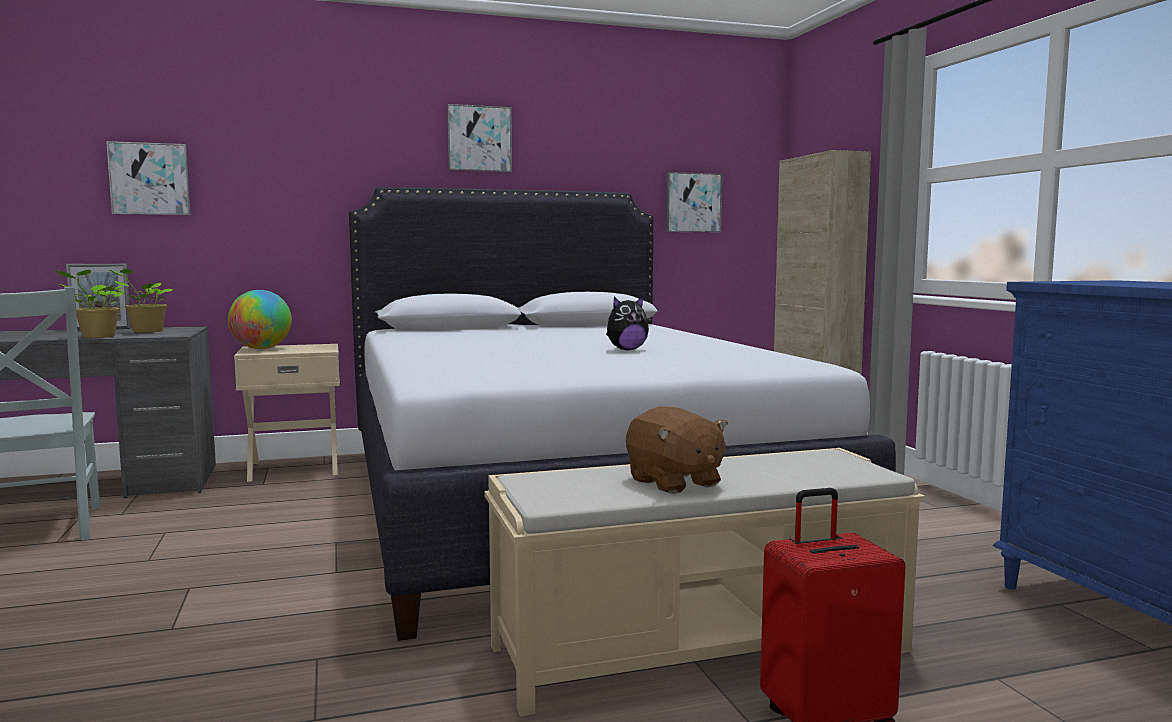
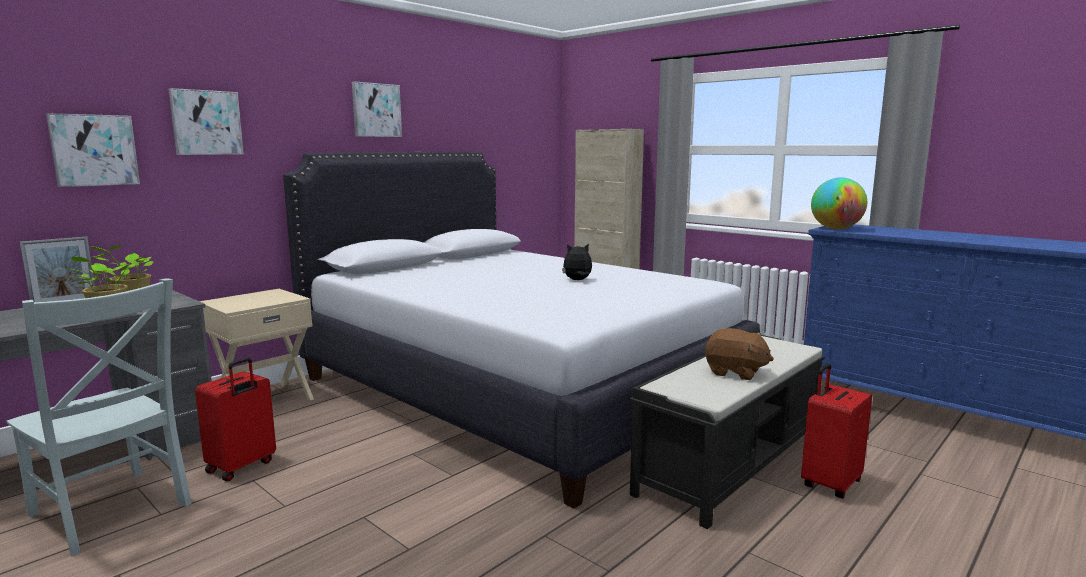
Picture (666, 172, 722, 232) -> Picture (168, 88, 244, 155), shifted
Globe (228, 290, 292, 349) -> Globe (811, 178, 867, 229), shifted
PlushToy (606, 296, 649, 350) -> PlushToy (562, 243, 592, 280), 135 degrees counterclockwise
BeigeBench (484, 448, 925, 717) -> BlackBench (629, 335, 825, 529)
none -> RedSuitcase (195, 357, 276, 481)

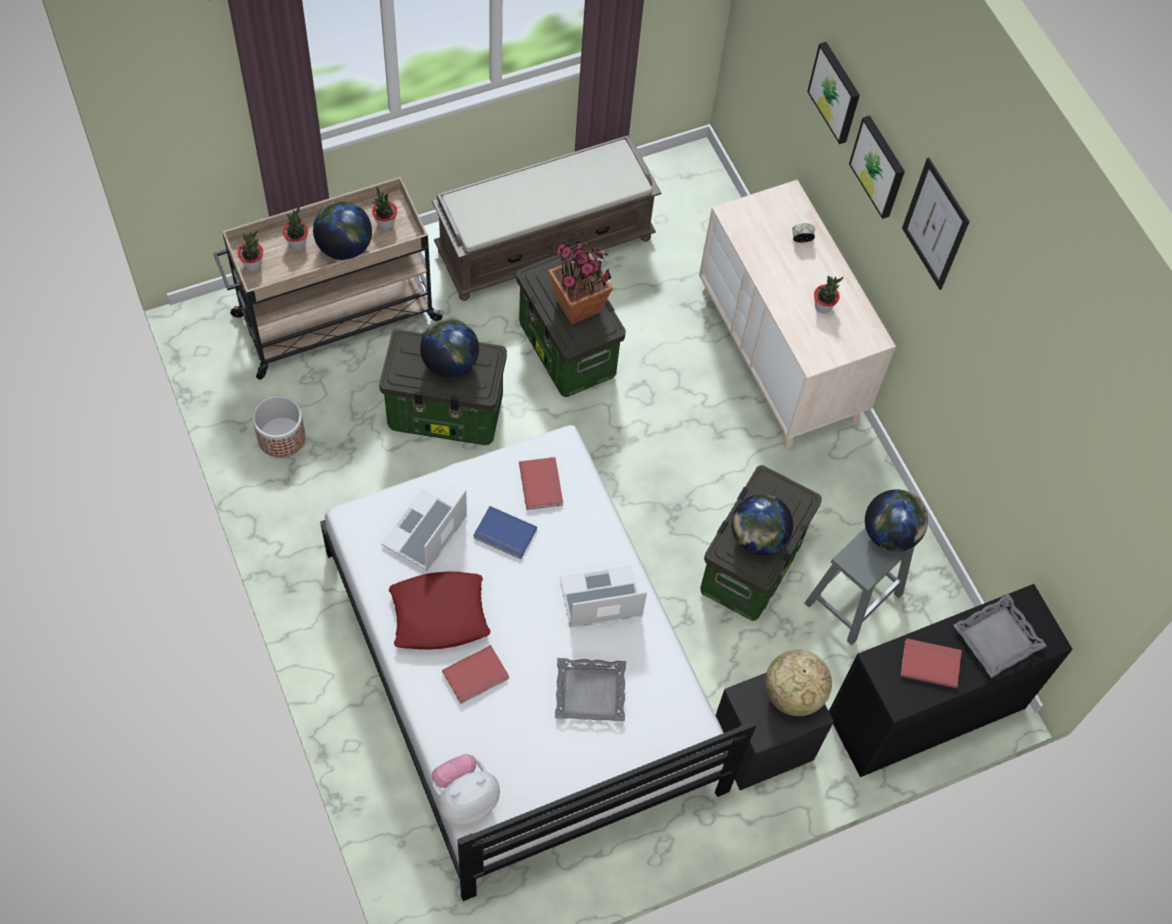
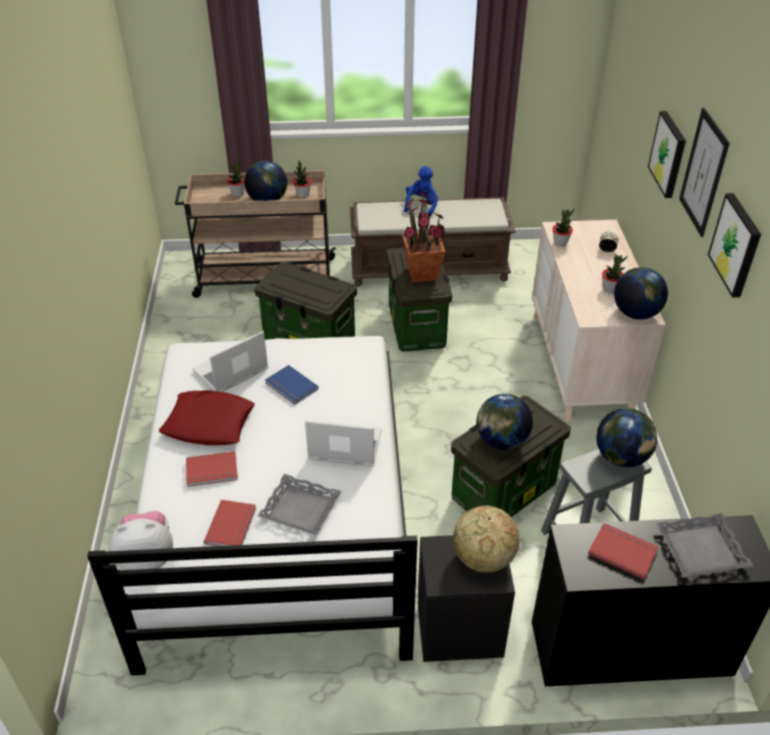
Picture (807, 42, 860, 144) -> Picture (708, 193, 761, 298), shifted
PottedPlant (237, 230, 263, 271) -> PottedPlant (552, 209, 574, 247), shifted
Globe (420, 319, 479, 378) -> Globe (614, 267, 668, 320), shifted
Planter (253, 395, 305, 458) -> none
RedBook (519, 457, 563, 510) -> RedBook (204, 500, 256, 546), shifted
none -> BluePlushToy (404, 166, 438, 217)

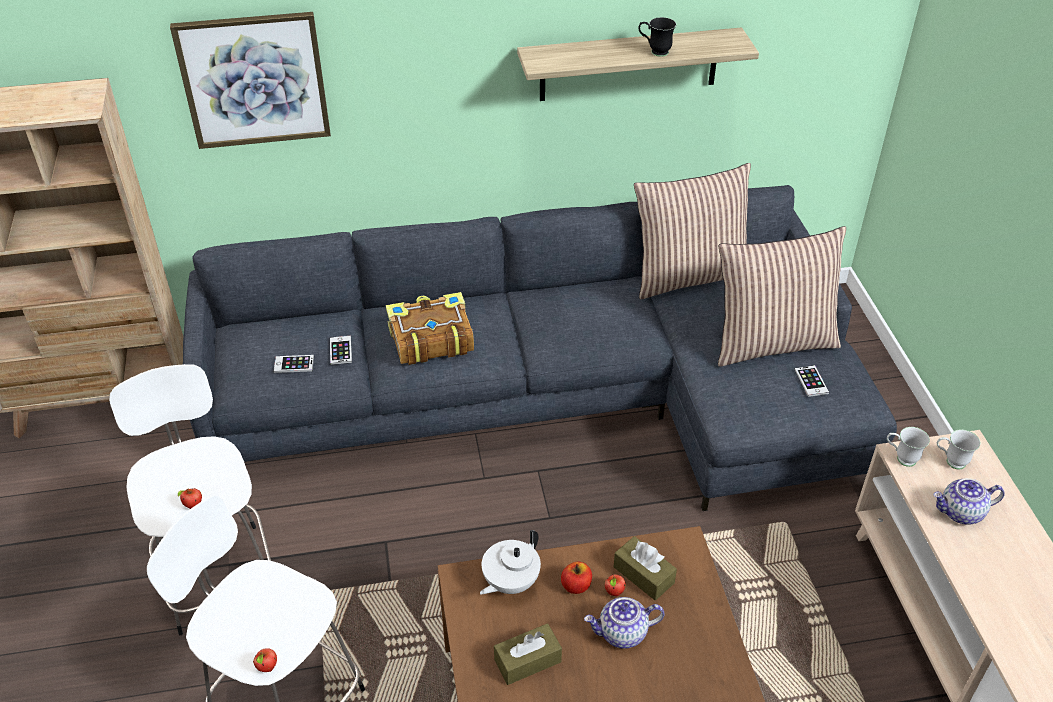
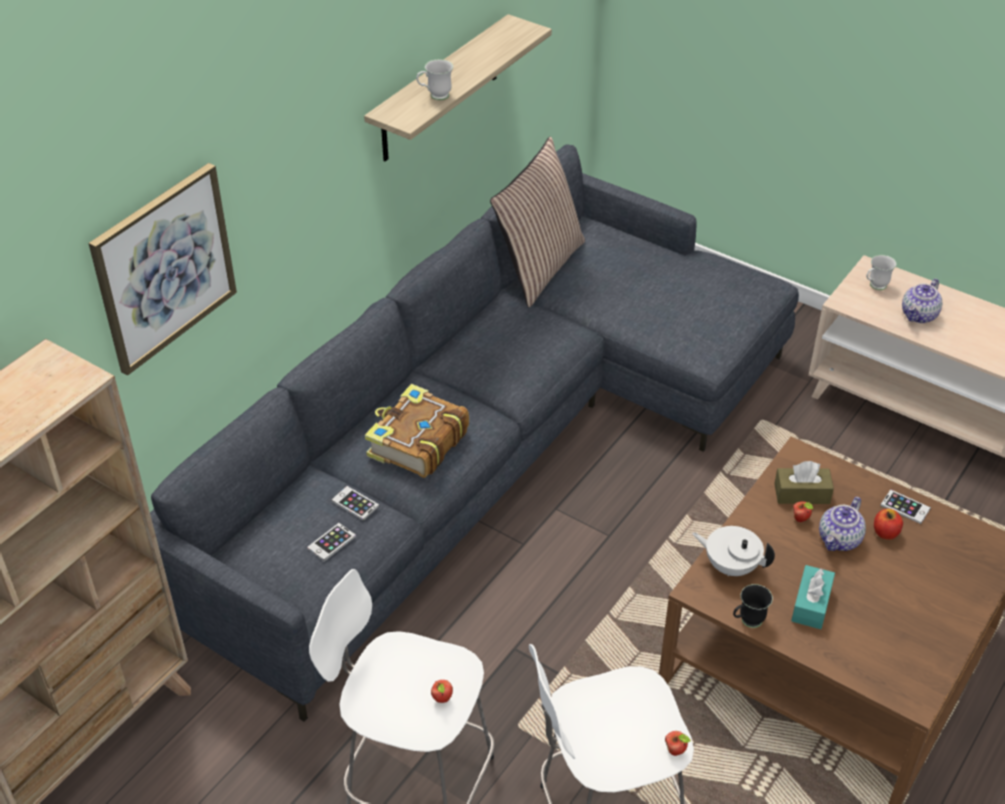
BlackMug (638, 17, 676, 57) -> BlackMug (733, 584, 773, 628), shifted
Pillow (718, 226, 846, 367) -> none
Phone (794, 365, 829, 397) -> Phone (880, 489, 931, 524), shifted
WhiteMug (887, 427, 930, 467) -> WhiteMug (416, 59, 453, 100), shifted
WhiteTeapot (480, 530, 541, 595) -> WhiteTeapot (692, 526, 775, 576), 120 degrees clockwise
Apple (561, 562, 592, 594) -> Apple (874, 509, 903, 540), shifted
BrownTissueBox (494, 623, 562, 685) -> TurquoiseTissueBox (791, 565, 835, 629)

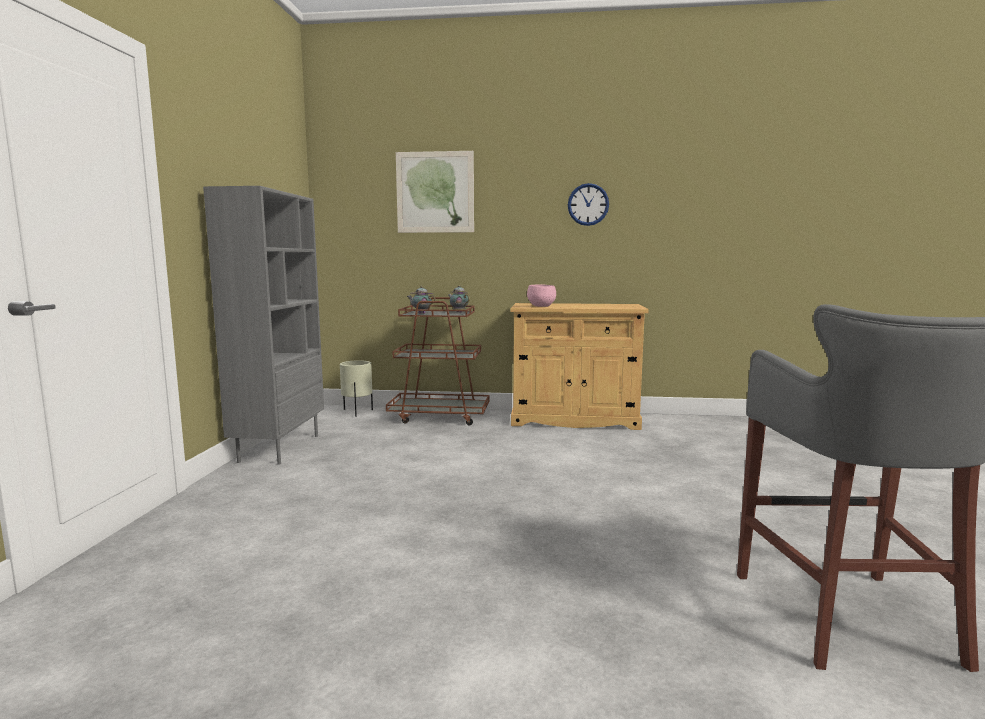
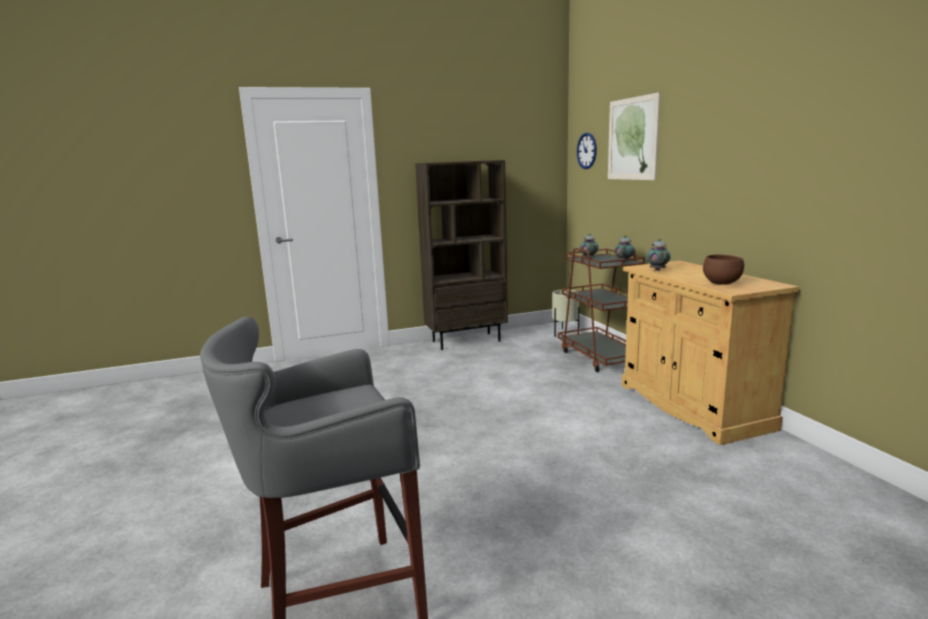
WallClock (568, 183, 609, 226) -> WallClock (577, 133, 597, 169), shifted
GreyBookcase (203, 186, 324, 465) -> BrownBookcase (415, 160, 508, 350)
PinkBowl (527, 285, 556, 307) -> Teapot (646, 239, 671, 271)
none -> BrownBowl (703, 254, 744, 285)

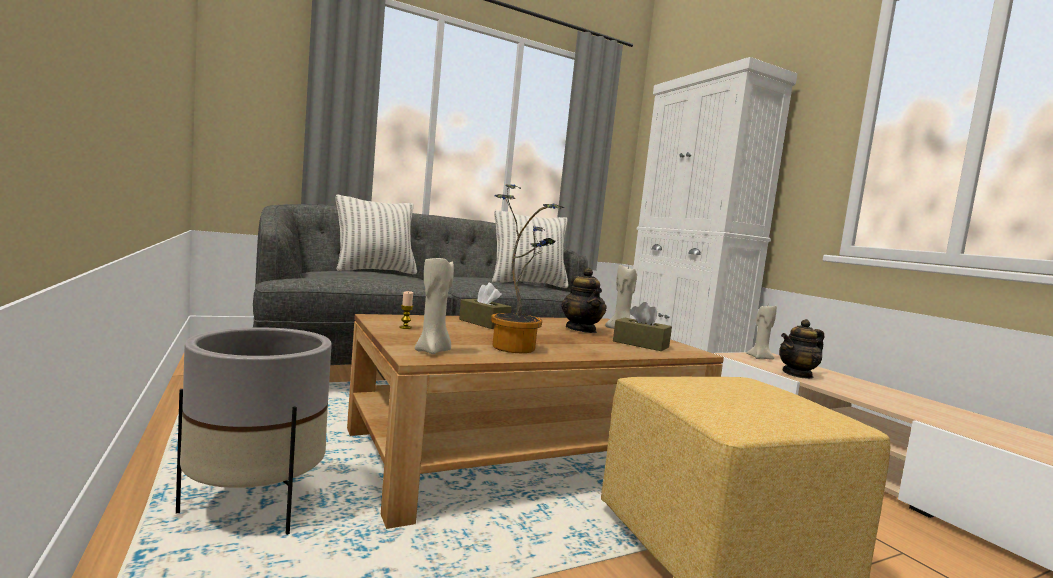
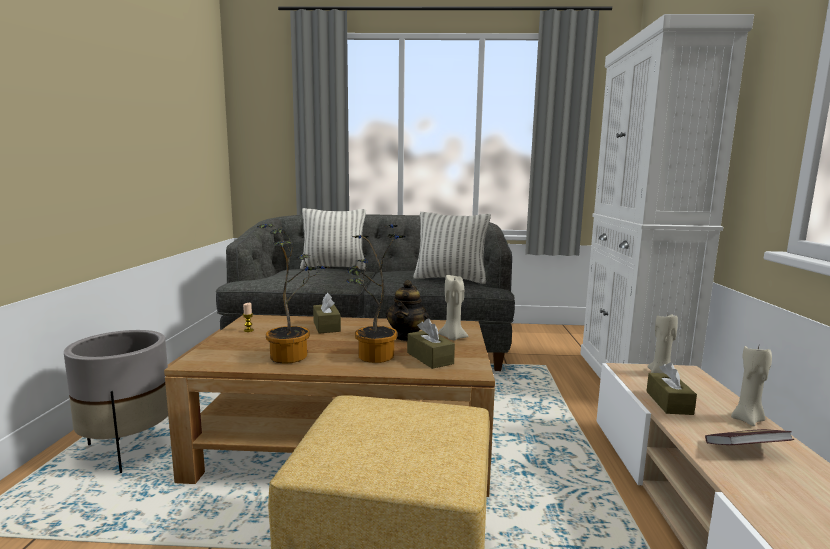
BeigeCandle (415, 258, 454, 354) -> BeigeCandle (731, 346, 772, 426), shifted
Teapot (779, 319, 824, 379) -> BrownTissueBox (646, 362, 697, 415)
none -> PottedPlant (346, 225, 405, 363)
none -> Book (705, 429, 794, 445)

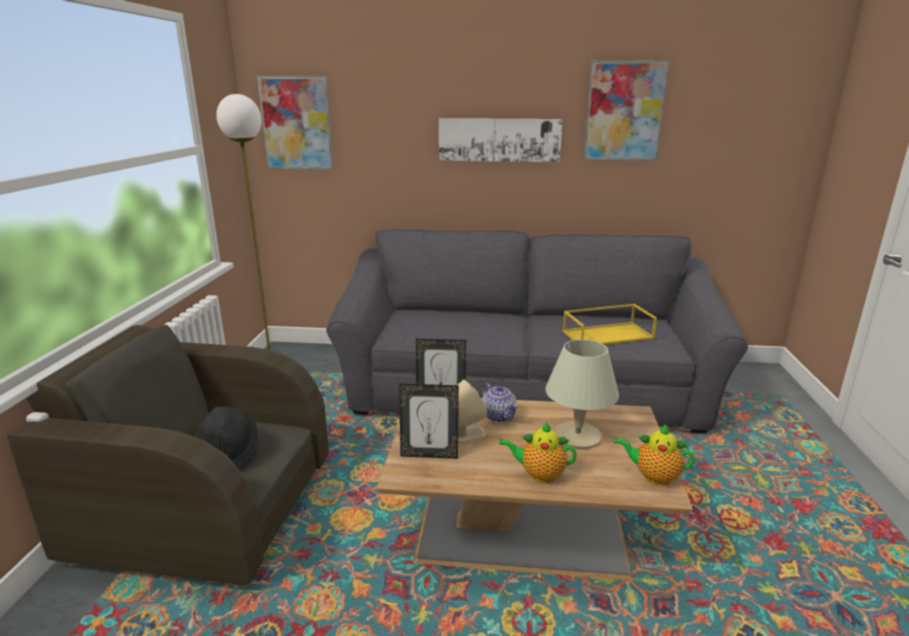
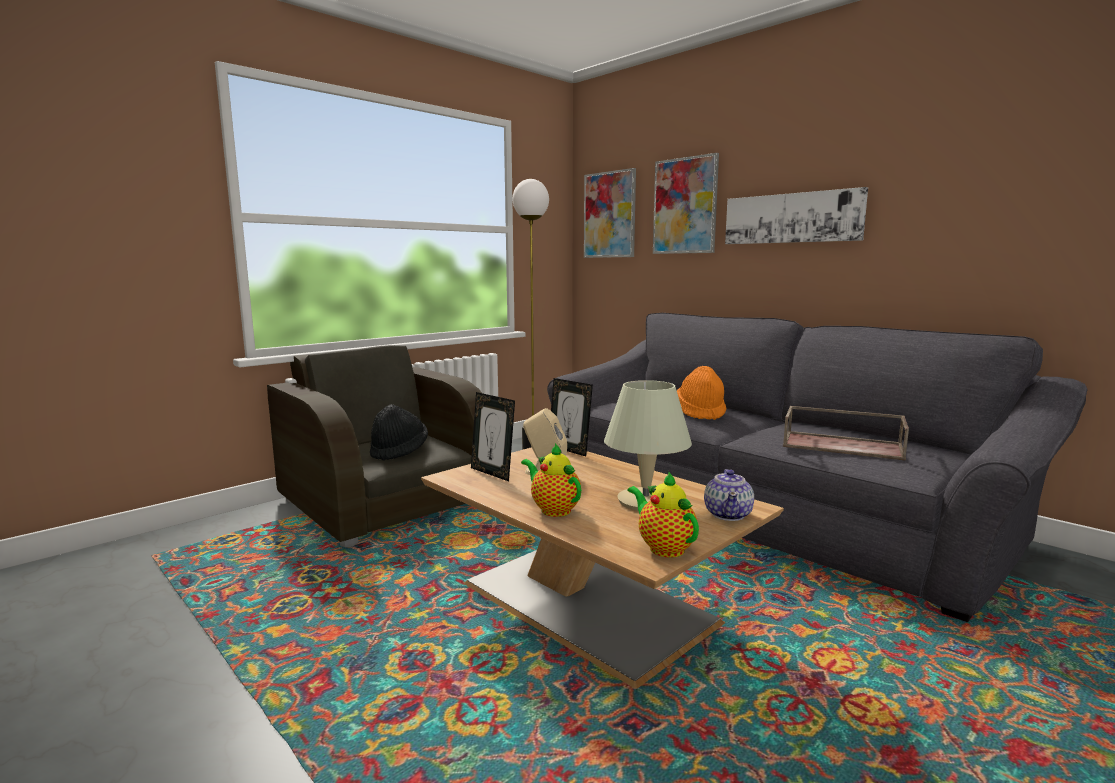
Picture (584, 60, 669, 161) -> Picture (653, 153, 719, 254), shifted
YellowTray (562, 304, 657, 345) -> BrownTray (783, 406, 909, 461)
Teapot (482, 383, 517, 422) -> Teapot (704, 469, 754, 521), shifted
none -> OrangeHat (677, 366, 726, 420)

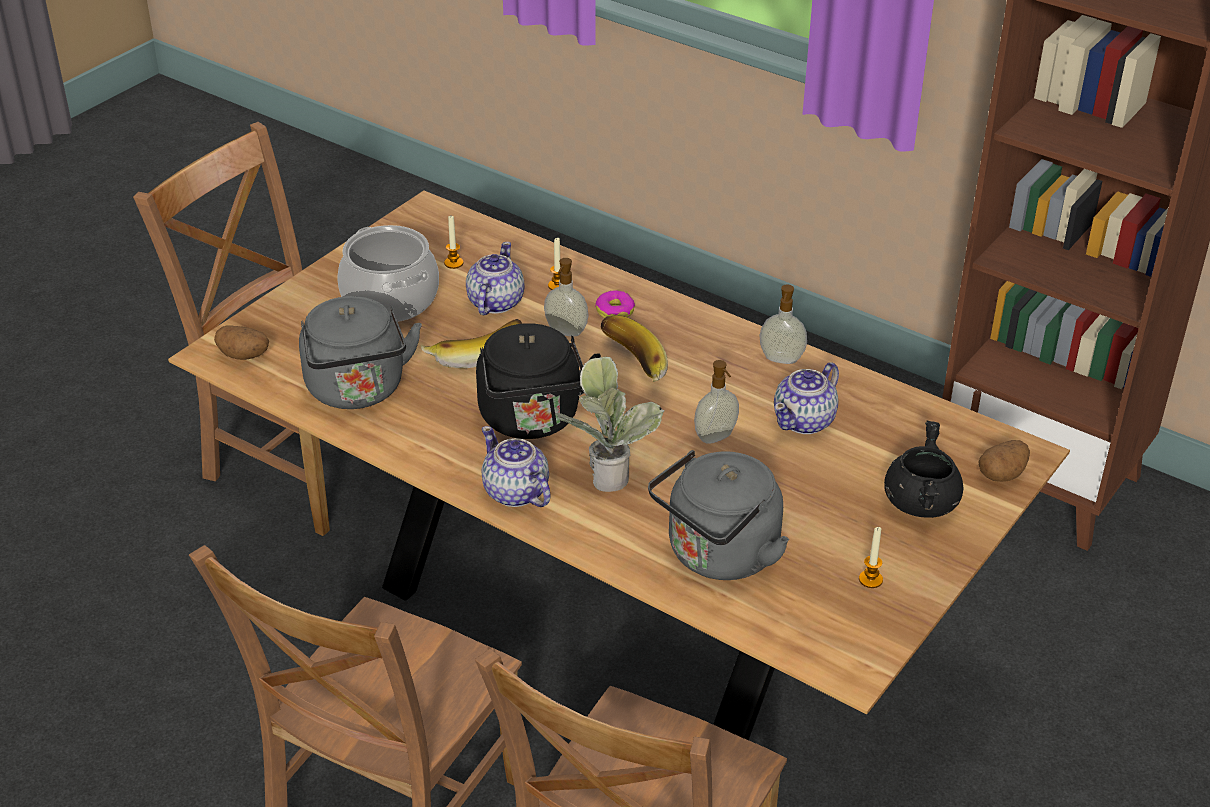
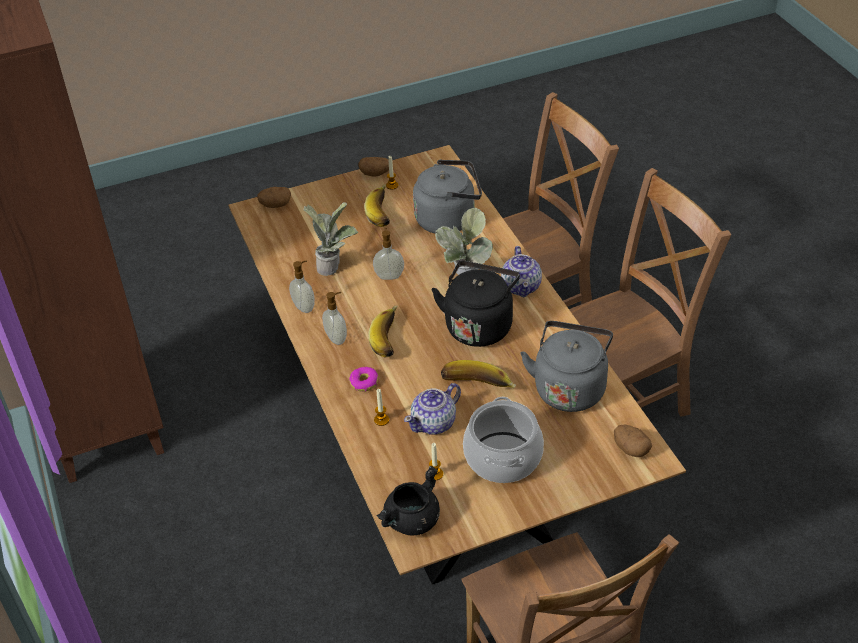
SoapDispenser (544, 258, 588, 337) -> SoapDispenser (322, 292, 347, 345), shifted
Teapot (774, 362, 839, 434) -> PottedPlant (303, 202, 358, 276)
BlackCookingPot (884, 421, 963, 518) -> BlackCookingPot (376, 466, 440, 536), shifted
none -> Potato (358, 157, 389, 177)
none -> Banana (364, 184, 390, 227)

